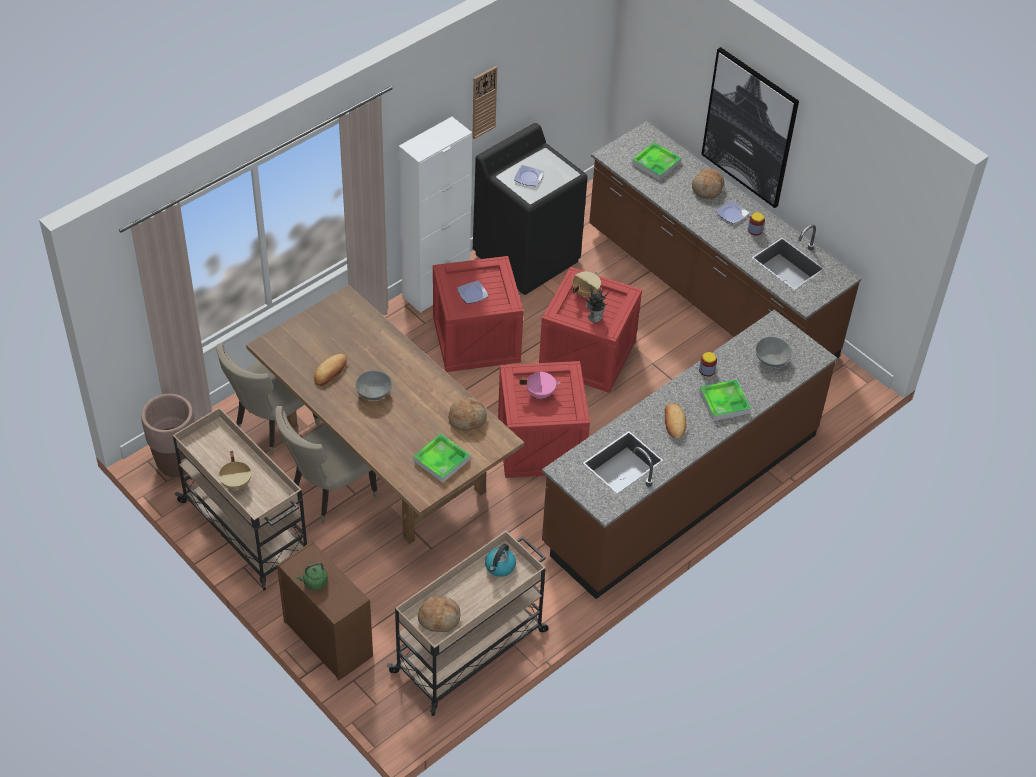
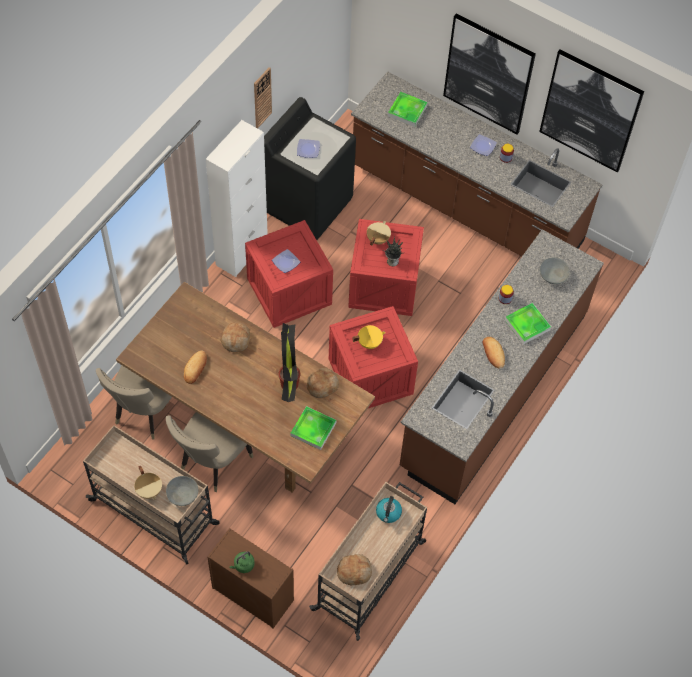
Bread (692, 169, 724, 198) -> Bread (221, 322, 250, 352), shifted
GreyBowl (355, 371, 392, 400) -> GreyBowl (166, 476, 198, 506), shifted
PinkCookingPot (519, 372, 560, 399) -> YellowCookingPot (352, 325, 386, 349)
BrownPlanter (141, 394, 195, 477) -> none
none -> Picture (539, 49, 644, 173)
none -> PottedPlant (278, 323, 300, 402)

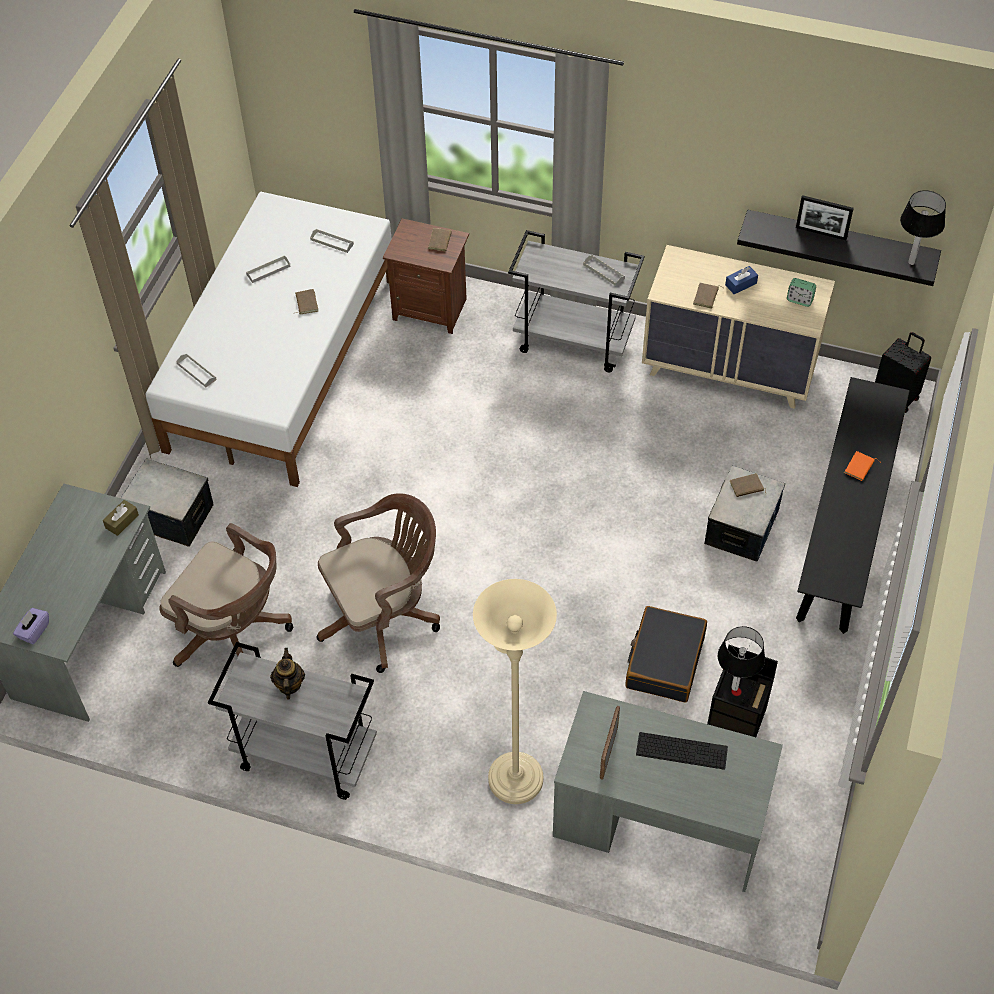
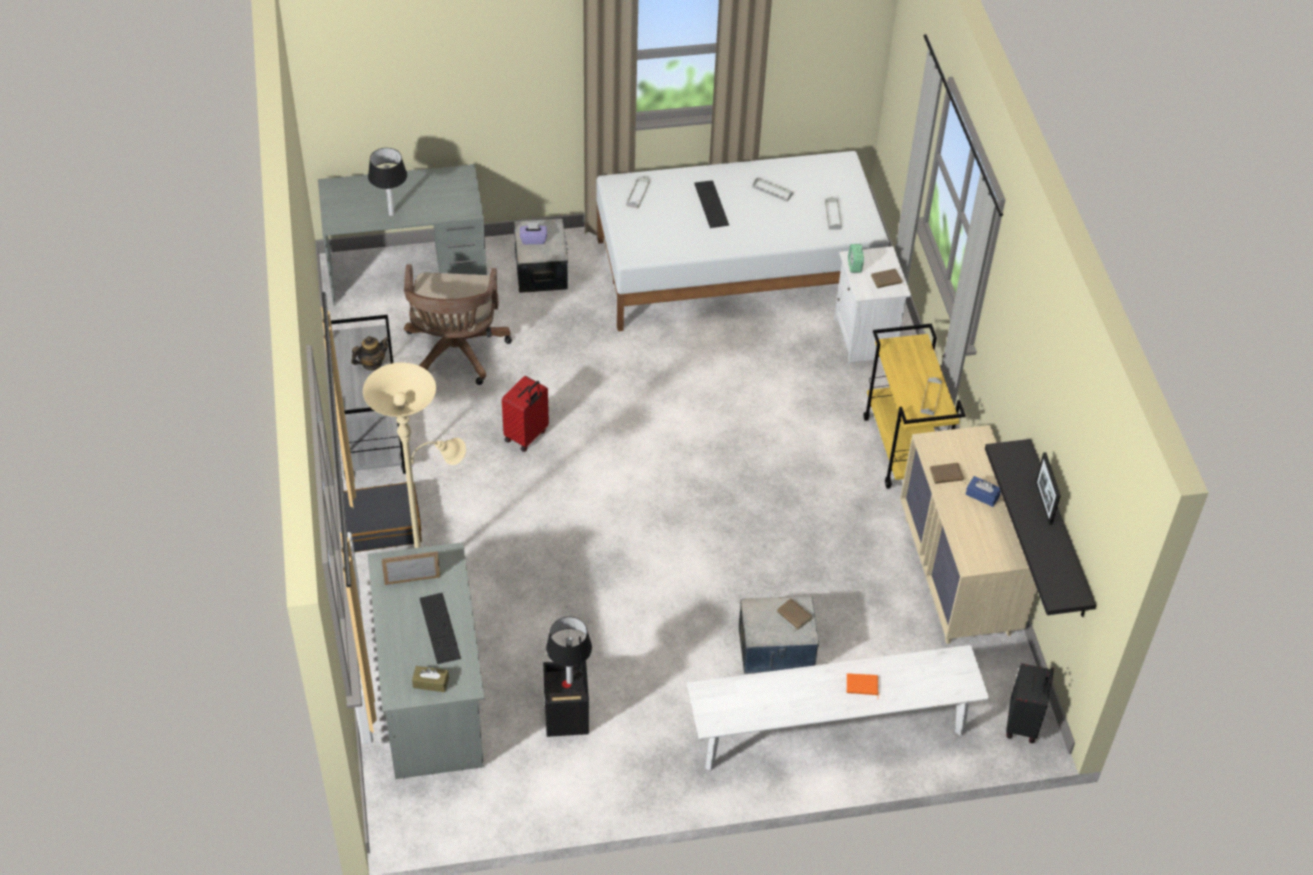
TableLamp (900, 190, 946, 265) -> TableLamp (368, 148, 407, 216), shifted
BrownNightstand (383, 219, 469, 334) -> WhiteNightstand (834, 246, 911, 364)
GreyCart (508, 230, 644, 373) -> YellowCart (863, 324, 966, 489)
AlarmClock (787, 278, 816, 307) -> AlarmClock (848, 244, 864, 273), shifted
BrownBook (293, 289, 318, 314) -> none
BlackBench (796, 377, 910, 634) -> WhiteBench (687, 645, 989, 771)
BrownOfficeChair (317, 493, 440, 673) -> RedSuitcase (502, 376, 549, 452)
BrownTissueBox (103, 500, 139, 536) -> BrownTissueBox (412, 666, 449, 692), shifted
BlackSuitcase (626, 606, 707, 702) -> BlackSuitcase (344, 482, 422, 552), shifted
PurpleTissueBox (13, 608, 49, 644) -> PurpleTissueBox (520, 222, 547, 244), shifted
none -> Keyboard (694, 180, 729, 228)

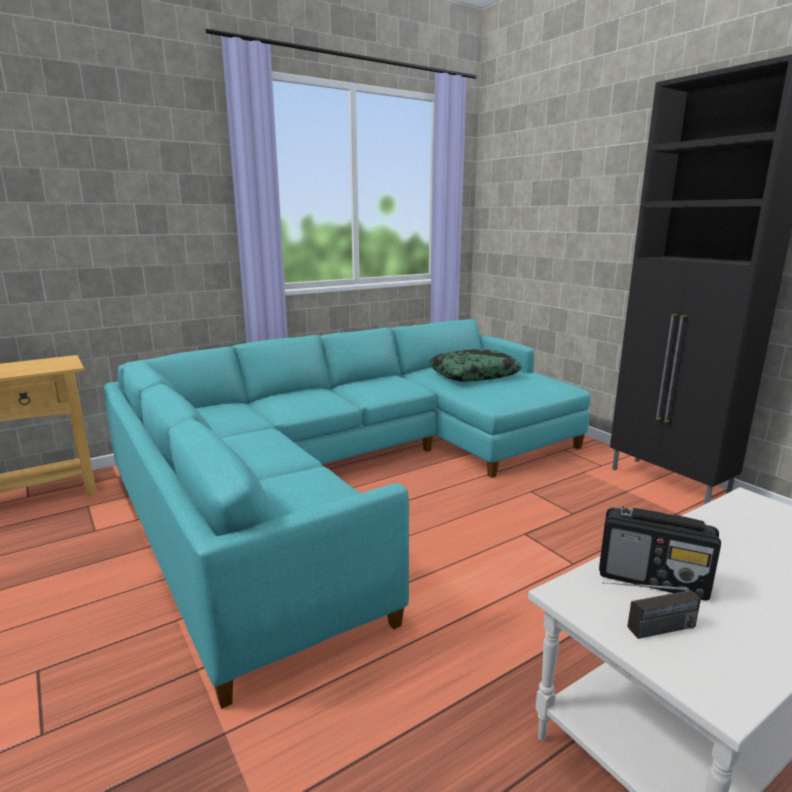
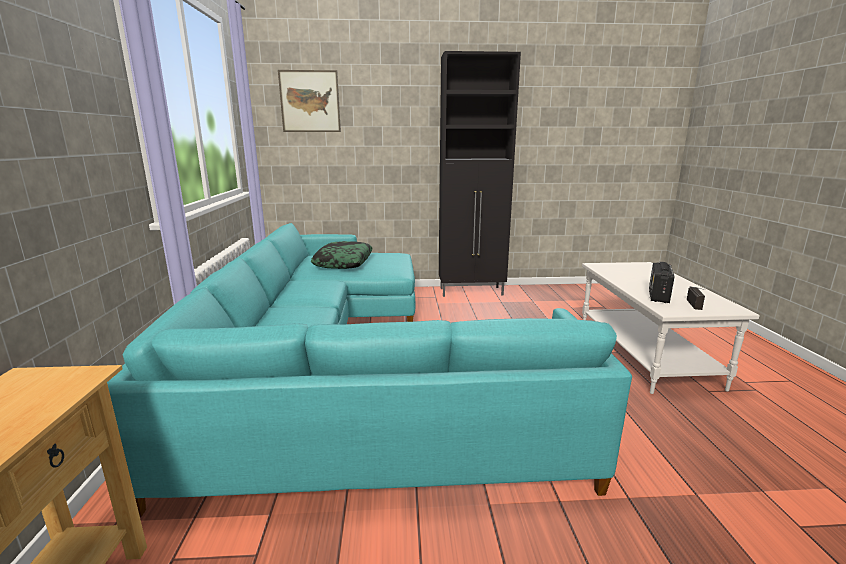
Radio (599, 506, 721, 601) -> Radio (649, 262, 674, 303), 150 degrees clockwise
none -> Picture (278, 70, 341, 132)

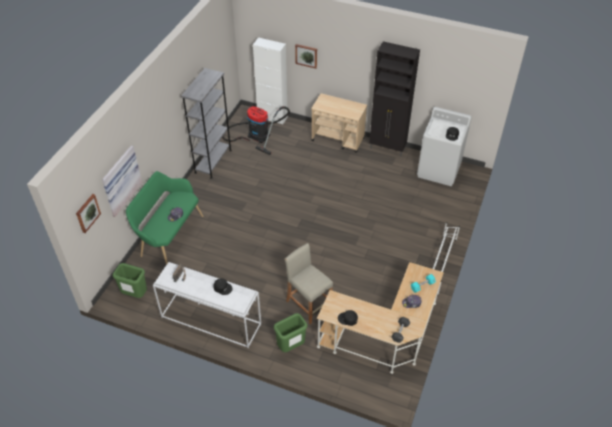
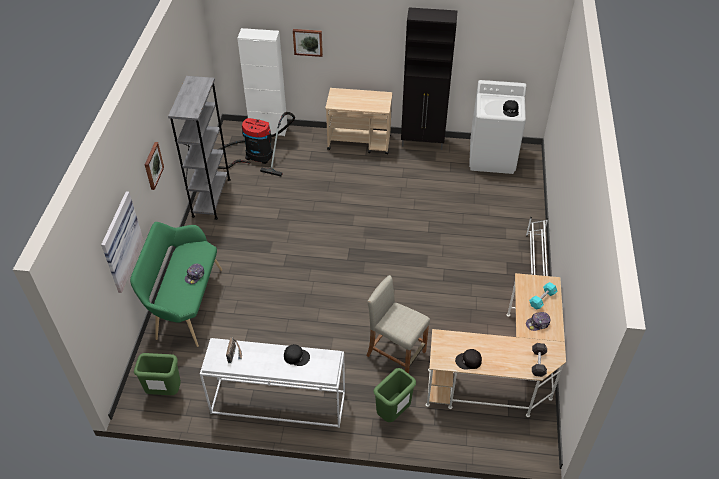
Picture (76, 194, 101, 233) -> Picture (145, 142, 164, 190), shifted

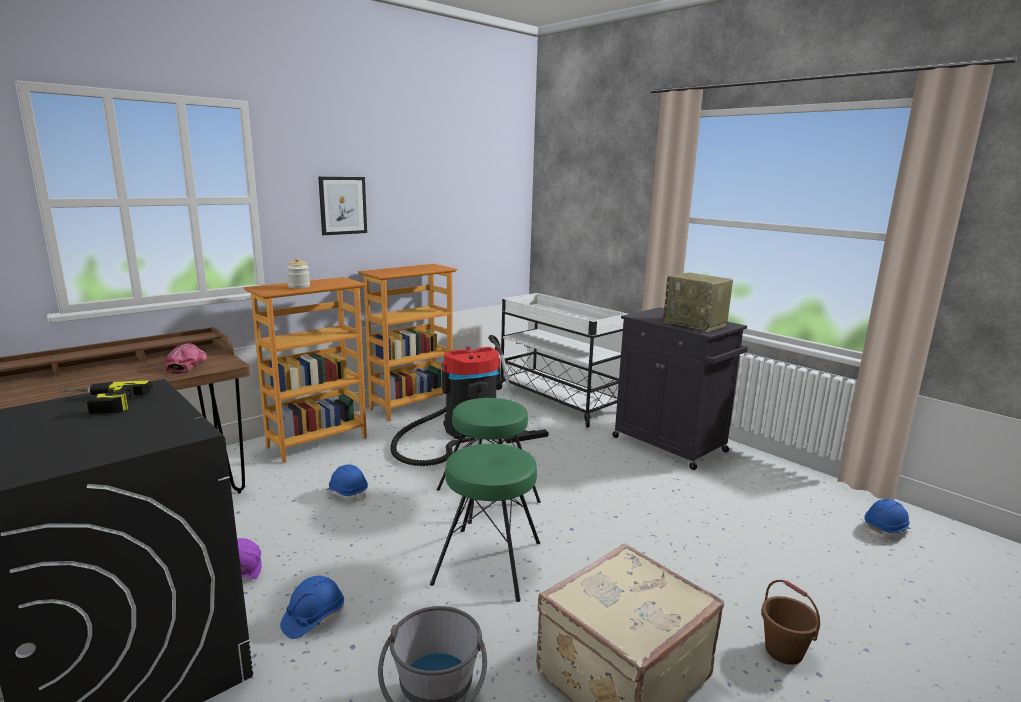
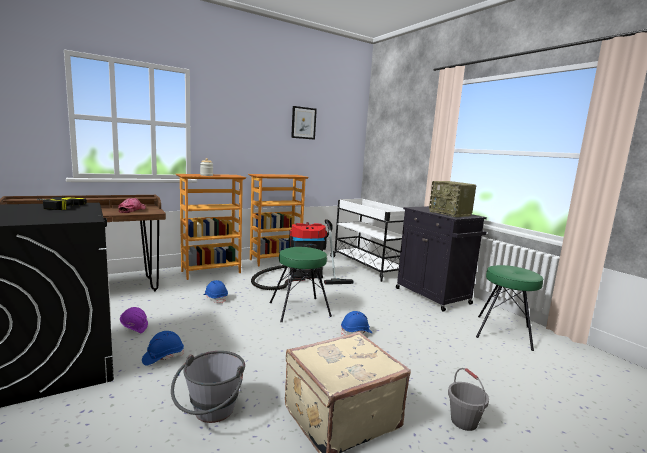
Picture (318, 177, 367, 235) -> Picture (291, 106, 317, 140), shifted
GreenStool (430, 444, 540, 602) -> GreenStool (476, 265, 543, 351), shifted
BlueHardHat (864, 499, 911, 539) -> BlueHardHat (341, 311, 372, 335), shifted
BrownBucket (761, 580, 821, 665) -> GreyBucket (448, 368, 489, 431)

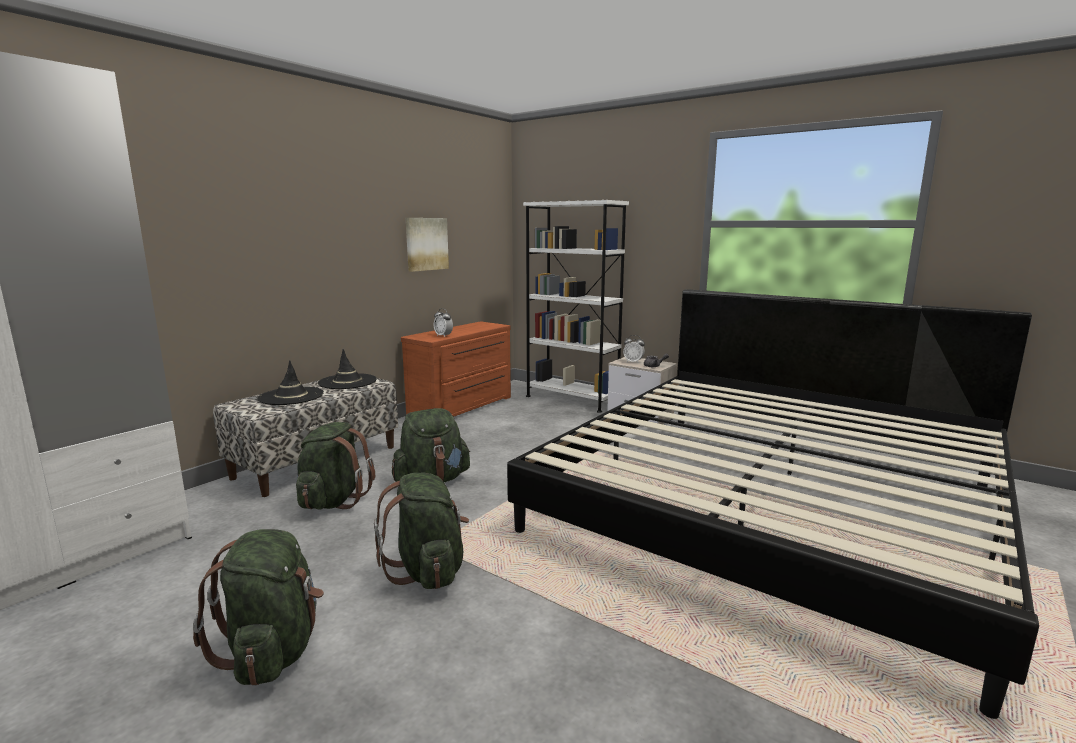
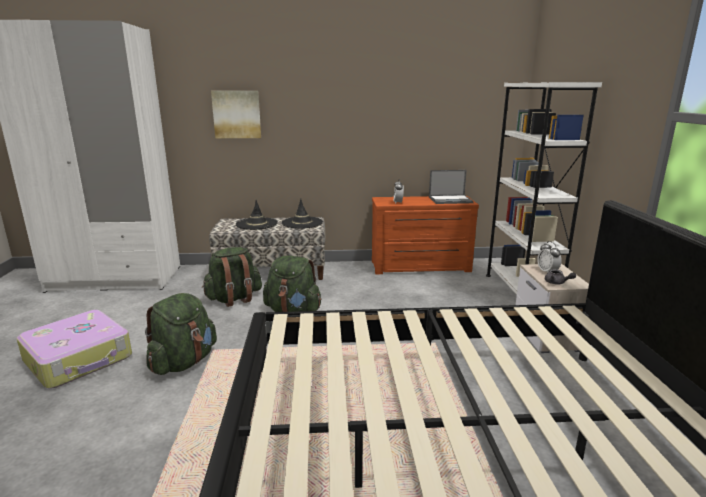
Picture (406, 218, 449, 272) -> Picture (211, 91, 261, 138), shifted
GreenBackpack (193, 529, 324, 686) -> Suitcase (16, 310, 132, 388)
none -> Laptop (429, 170, 474, 204)

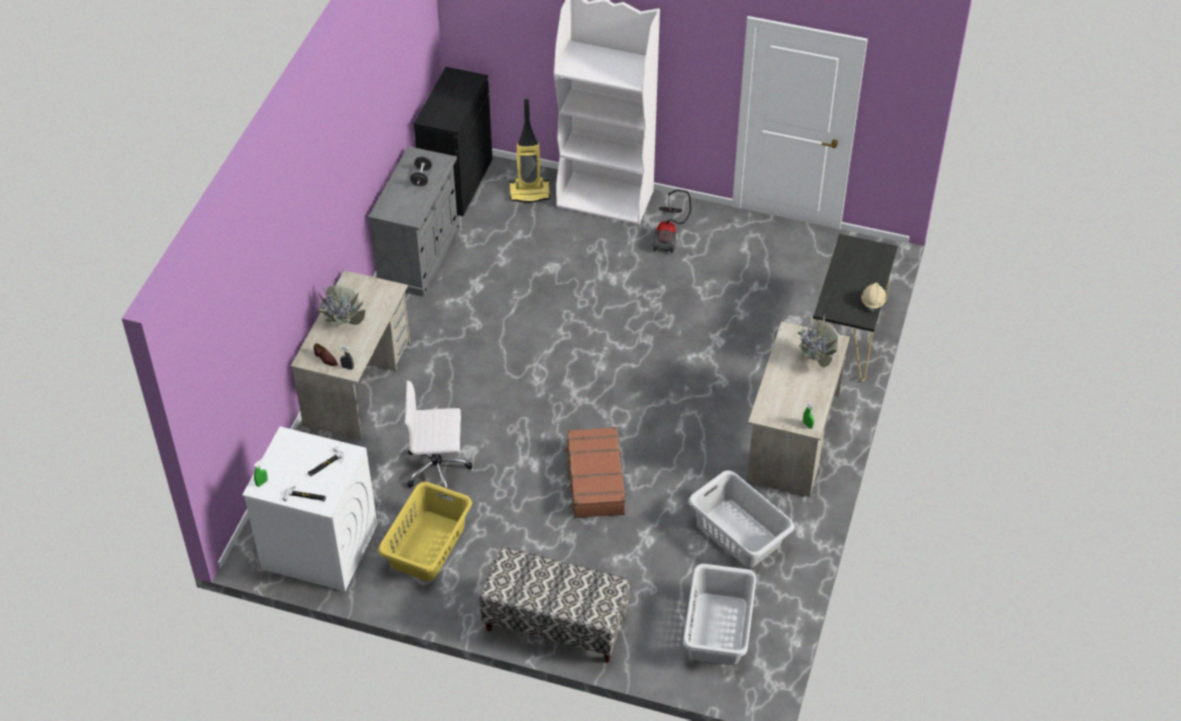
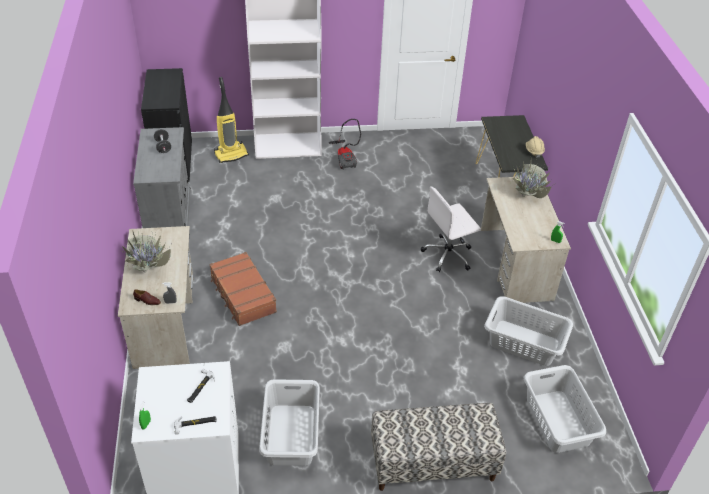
WhiteOfficeChair (405, 381, 472, 489) -> WhiteOfficeChair (421, 186, 481, 272), shifted
BrownSuitcase (564, 427, 626, 518) -> BrownSuitcase (209, 252, 277, 326), shifted
YellowLaundryBasket (378, 482, 472, 581) -> GreyLaundryBasket (259, 379, 320, 466)

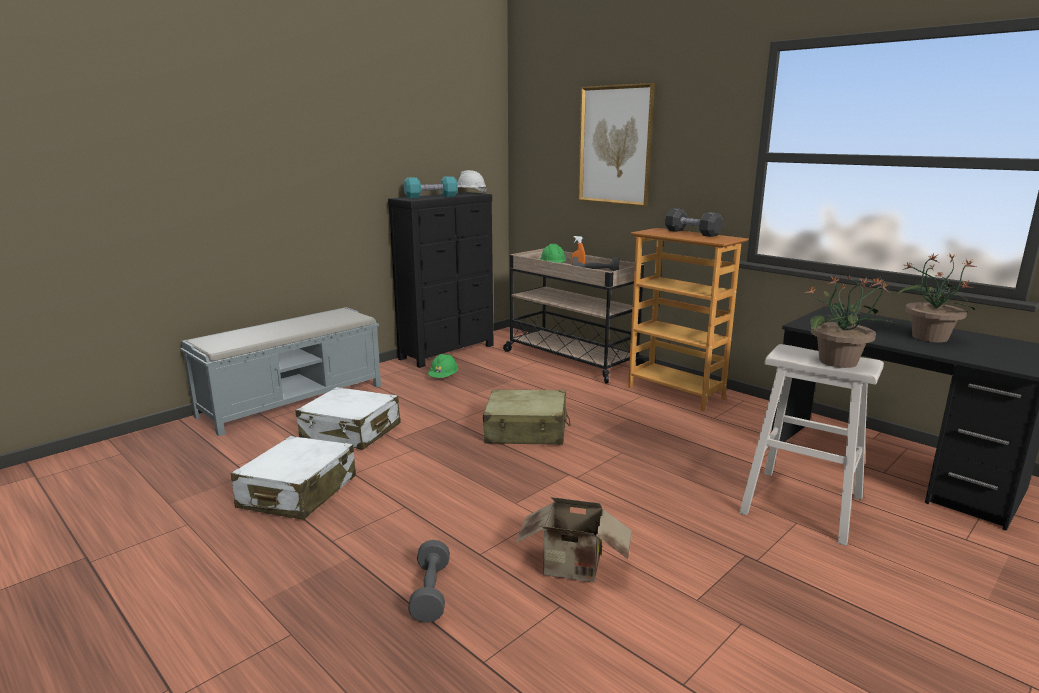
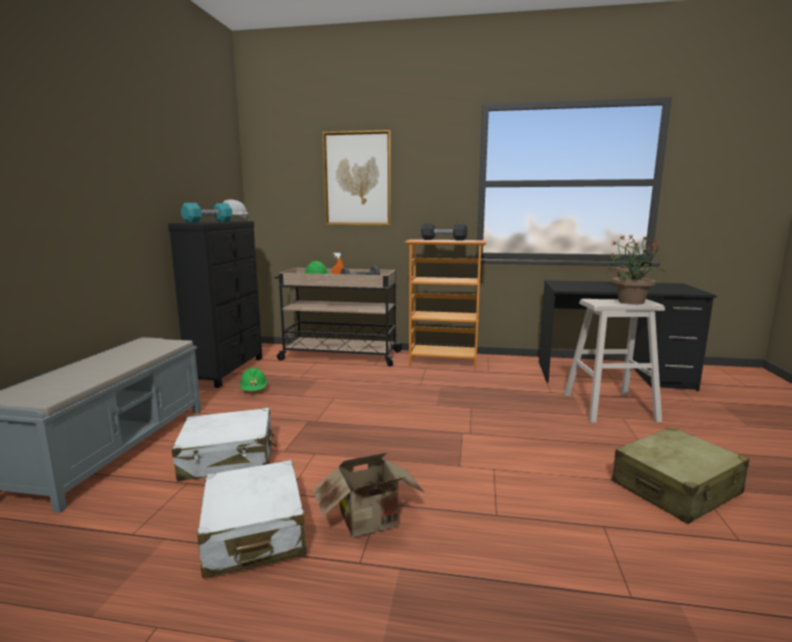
BeigeSuitcase (483, 389, 571, 445) -> BeigeSuitcase (612, 427, 750, 524), shifted
CardboardBox (515, 497, 632, 583) -> CardboardBox (313, 452, 425, 537), shifted
GreyDumbbell (408, 540, 450, 623) -> none

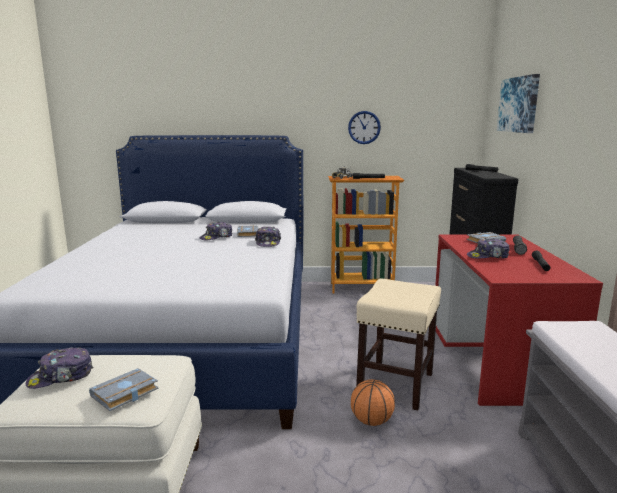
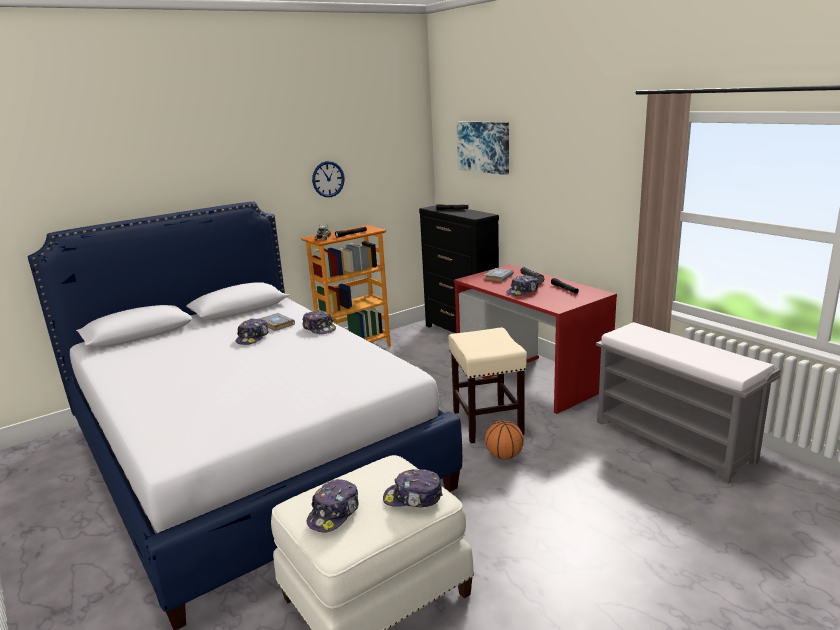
GreyBook (89, 368, 159, 411) -> Cap (383, 469, 443, 507)

